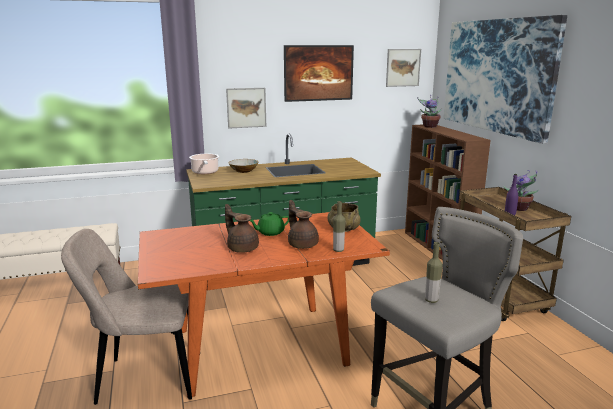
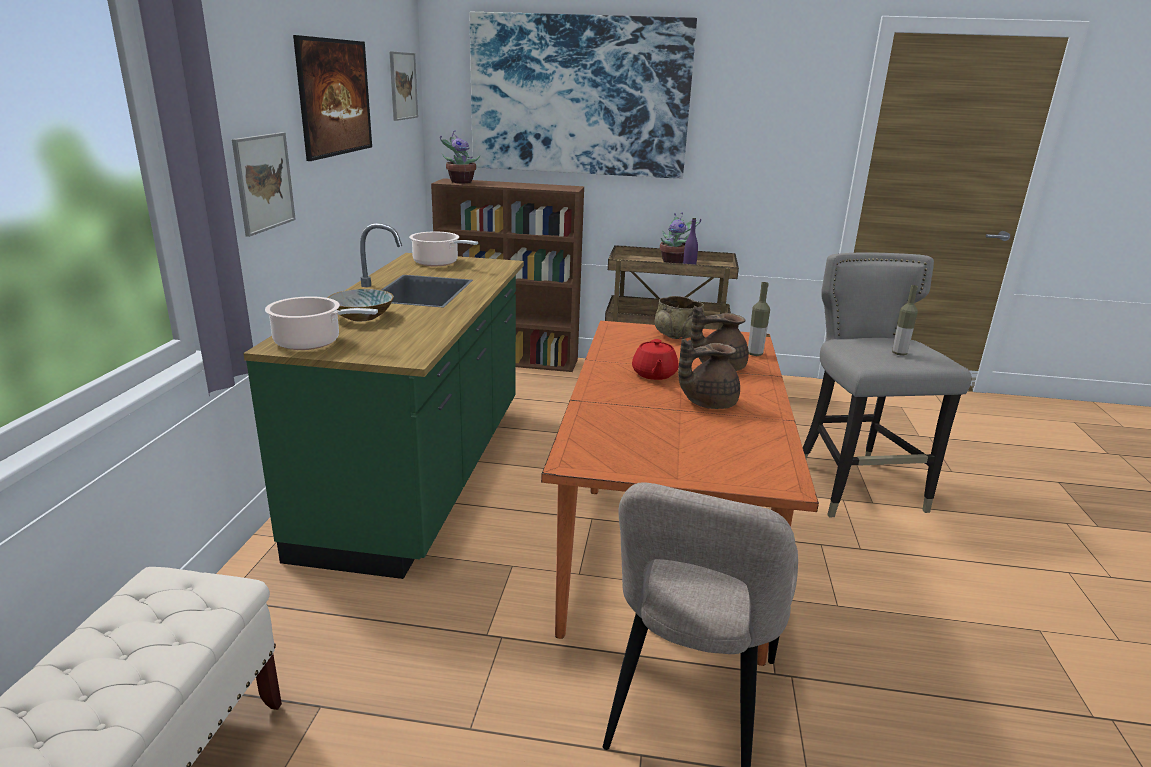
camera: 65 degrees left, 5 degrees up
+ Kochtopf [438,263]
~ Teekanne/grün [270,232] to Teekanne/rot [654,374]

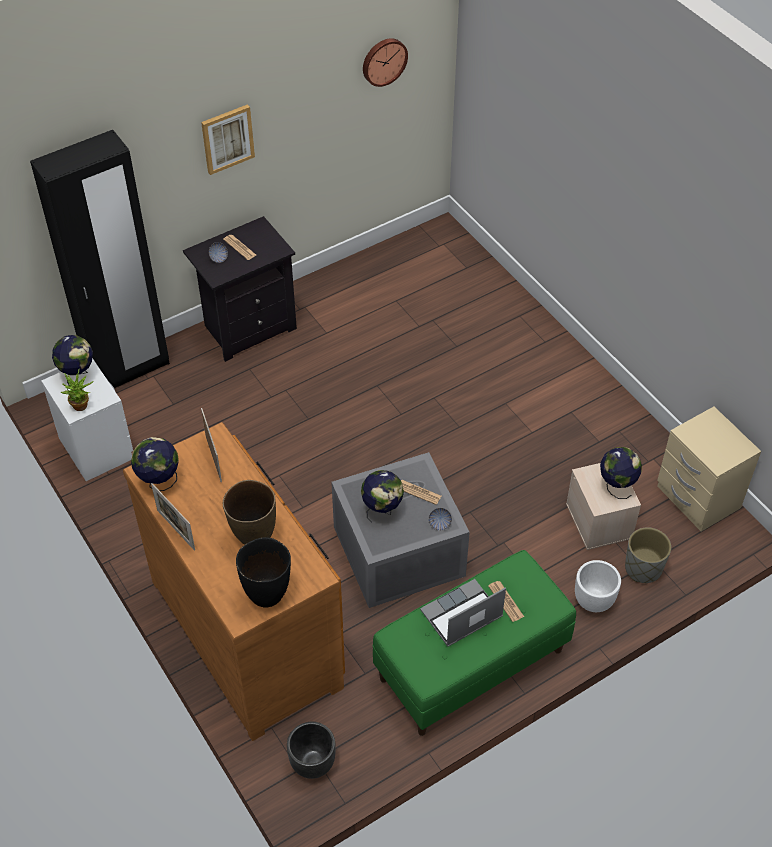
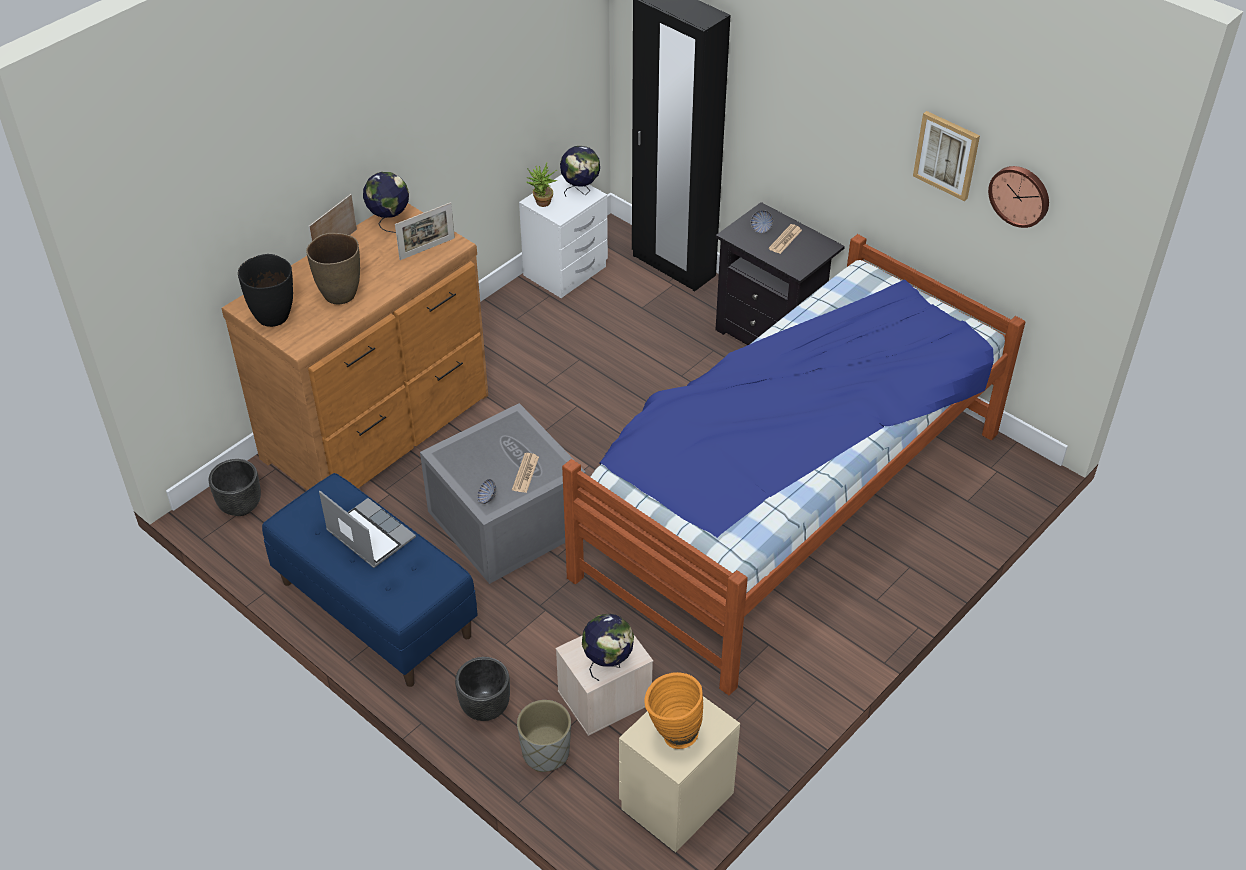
camera: 75 degrees right, 5 degrees down
~ Bank/grün [471,665] to Bank/blau [374,609]
~ Pflanzkübel/weiß [594,601] to Pflanzkübel/schwarz [484,708]
+ Bett [788,502]
+ Vase/orange [672,734]
~ Bild [227,138] to [947,155]
- Globus [382,510]
- Zeitung [506,601]

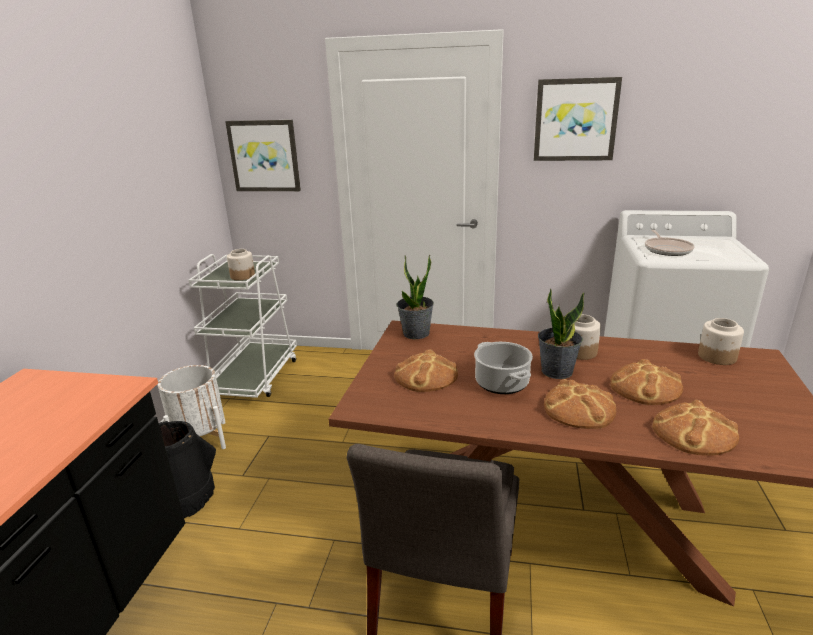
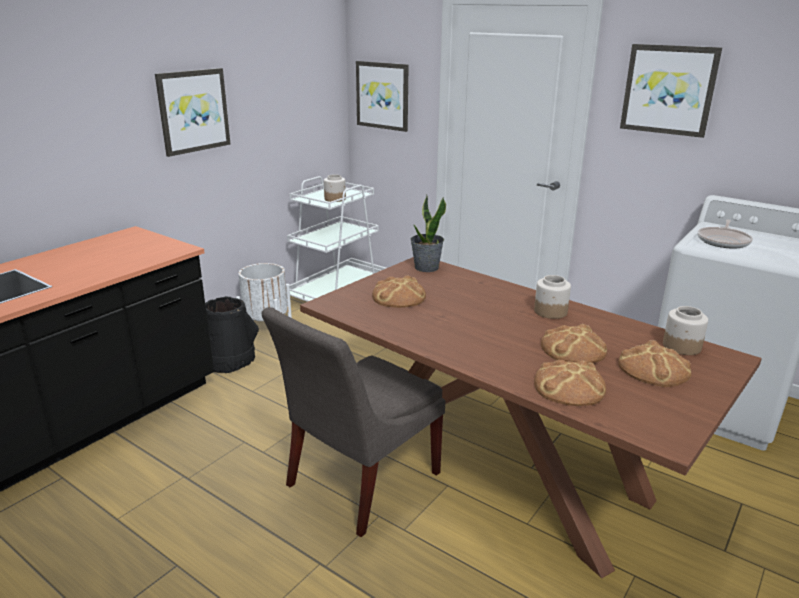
camera: 25 degrees right, 0 degrees up
+ Bild [193,111]
~ Brot [579,408] to [654,368]
- Kochtopf [501,383]
- Topfpflanze [556,371]

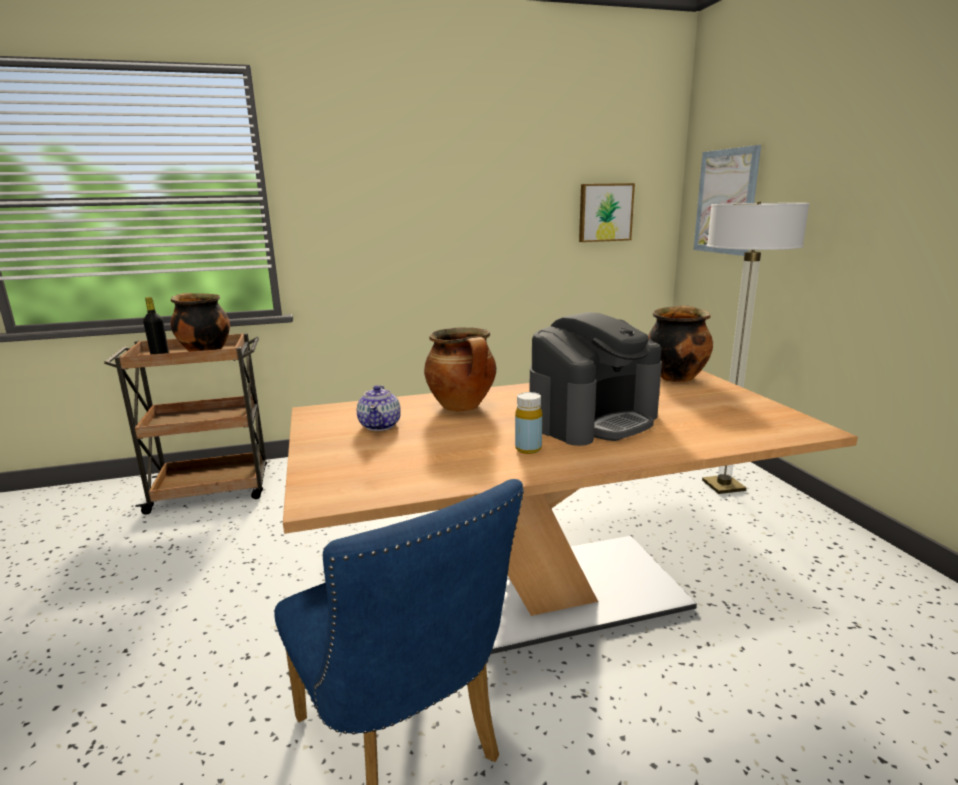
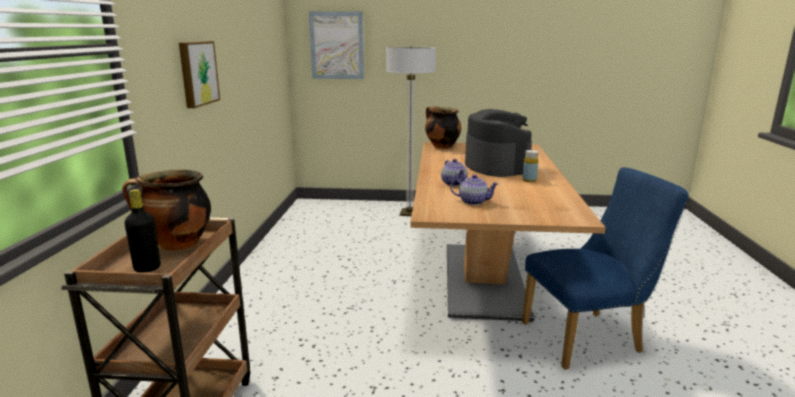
camera: 70 degrees left, 0 degrees up
~ Bild [605,212] to [197,73]
~ Kochtopf [463,407] to Teekanne [454,183]

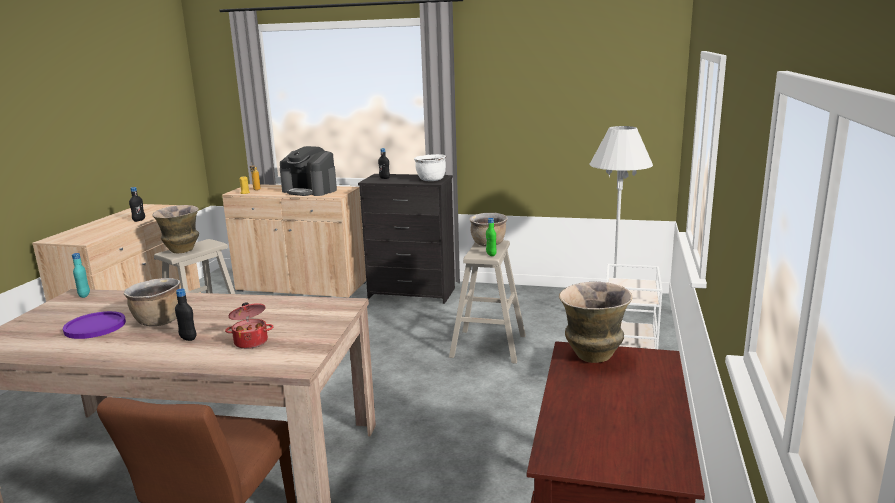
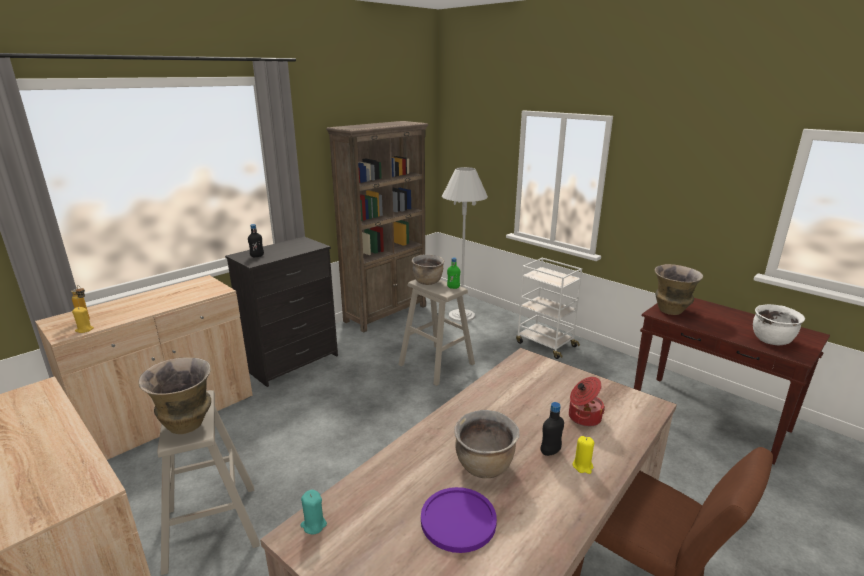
camera: 60 degrees left, 5 degrees up
~ Flasche/türkis [84,295] to Kerze/türkis [313,525]
+ Bücherregal/braun [386,313]
+ Kerze/gelb [582,466]
~ Kochtopf/weiß [431,180] to [771,341]
- Flasche/schwarz [139,220]
- Kaffeemaschine [310,190]

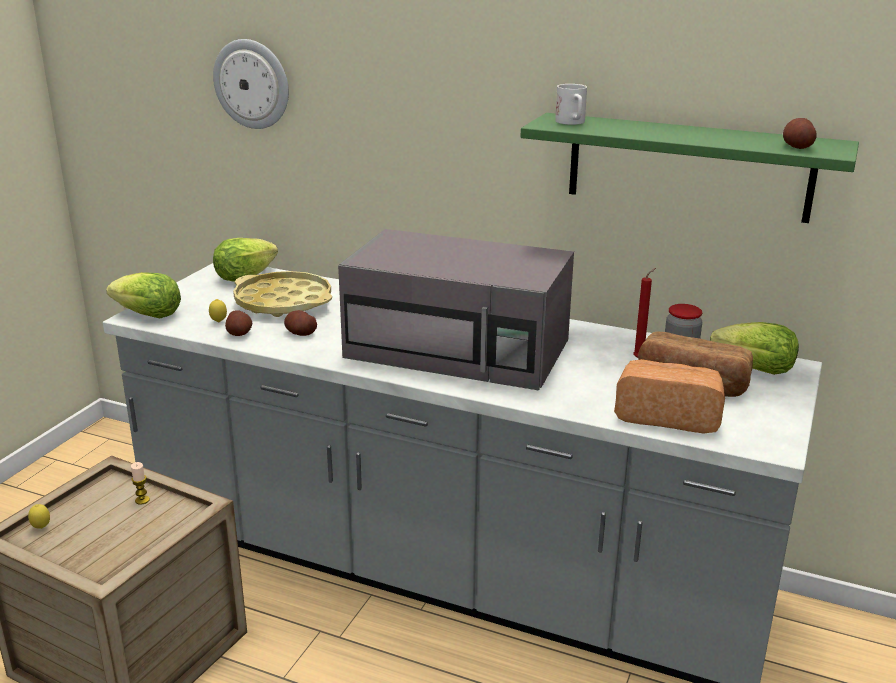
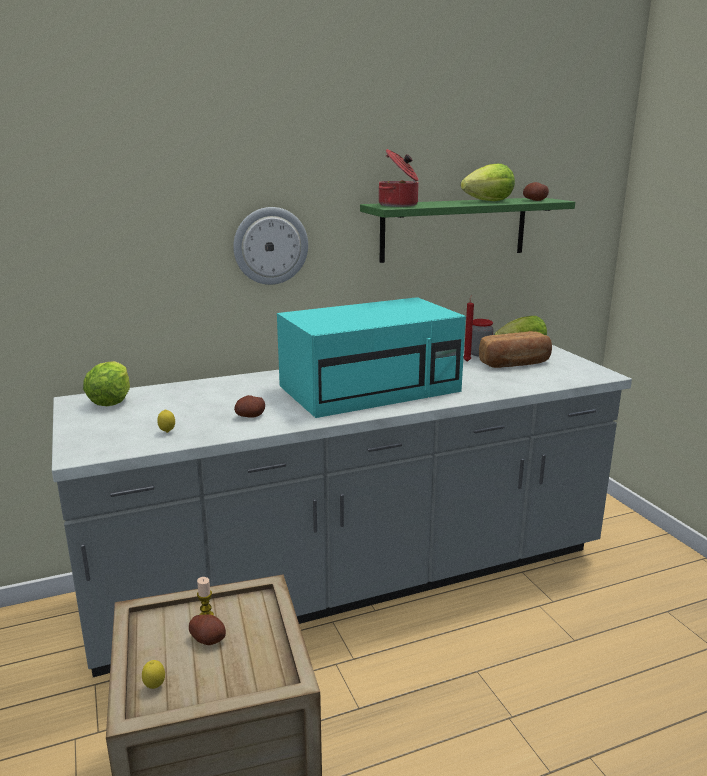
camera: 45 degrees left, 5 degrees down
~ Kartoffel [239,333] to [208,639]
~ Wanduhr [252,84] to [270,246]
~ Mikrowelle/grau [460,349] to Mikrowelle/türkis [372,388]
~ Henkelbecher/weiß [572,123] to Kochtopf [399,205]
~ Salatkopf [148,315] to [488,201]
- Tablett/gelb [283,302]
- Brot [667,415]

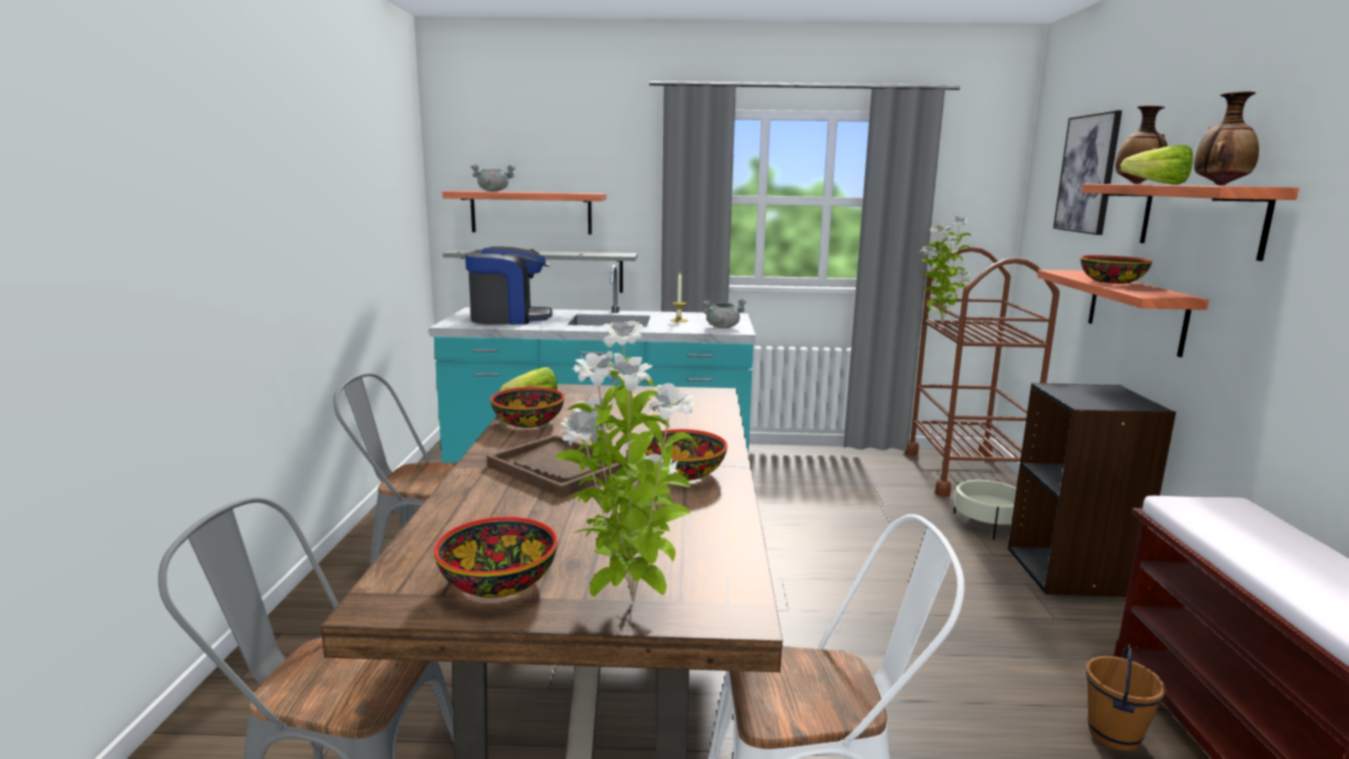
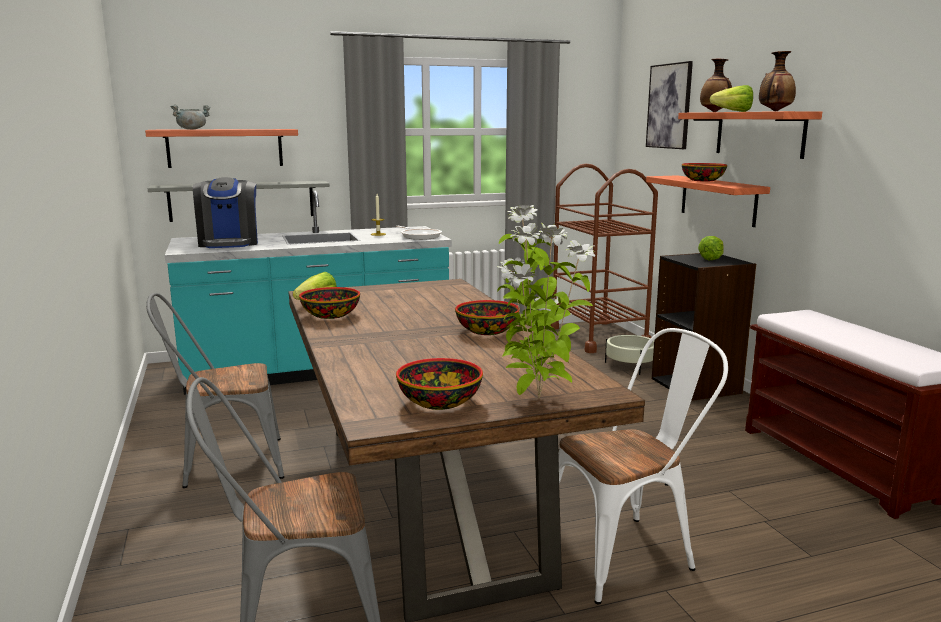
camera: 20 degrees left, 0 degrees up
~ Kaffeemaschine [509,318] = [229,243] 105 degrees clockwise
~ Kochtopf/grau [723,327] to Pfanne [419,236]
+ Salatkopf [714,258]
- Tablett/braun [559,468]
- Topfpflanze [940,322]
- Eimer/braun [1112,734]

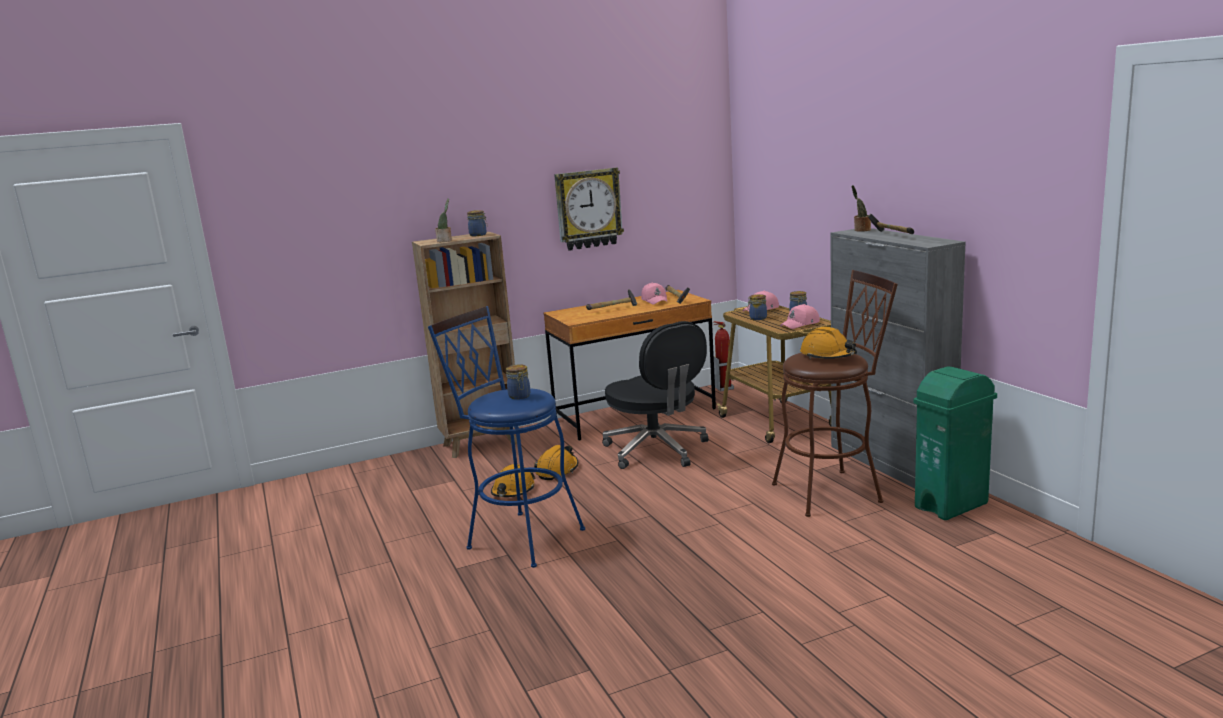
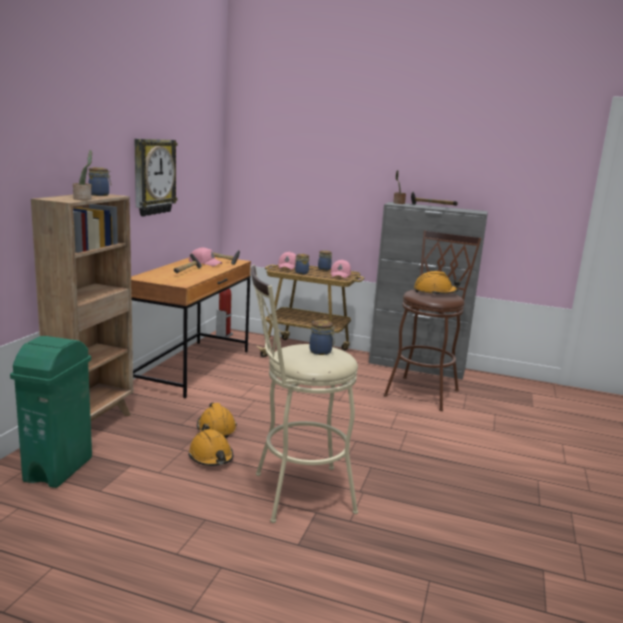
camera: 50 degrees left, 0 degrees up
~ Mülleimer/grün [952,505] to [59,469]
~ Hocker/blau [518,536] to Hocker/beige [294,493]
- Bürostuhl/schwarz [657,450]

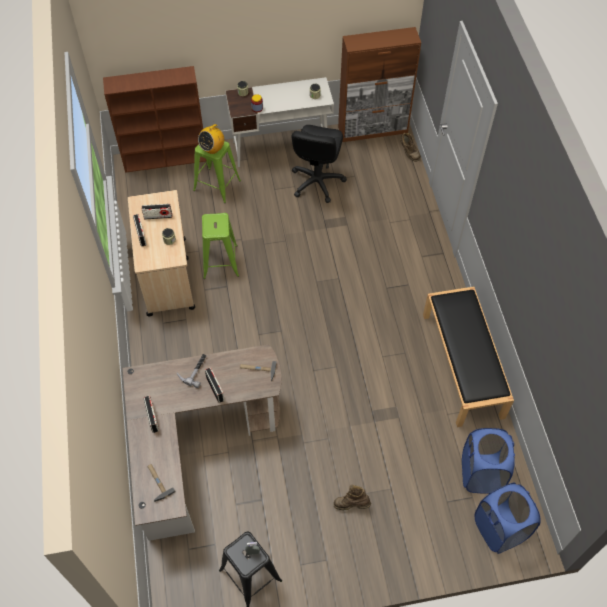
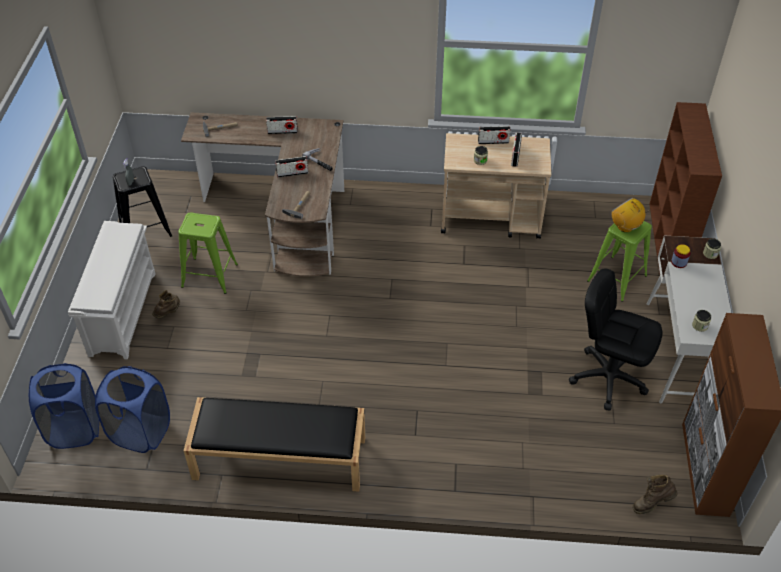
camera: 105 degrees right, 10 degrees down
+ Schuhregal/weiß [122,312]
~ Hocker/grün [220,262] to [209,275]

